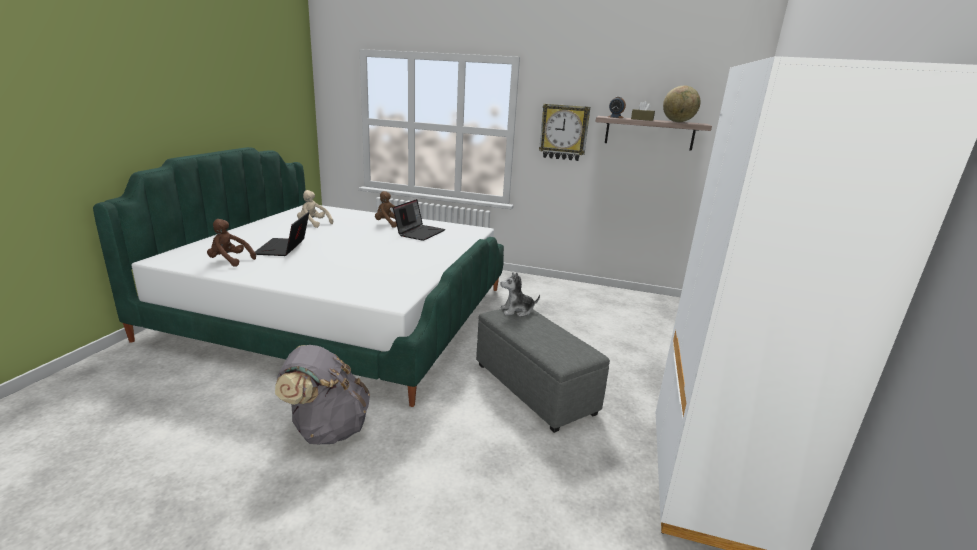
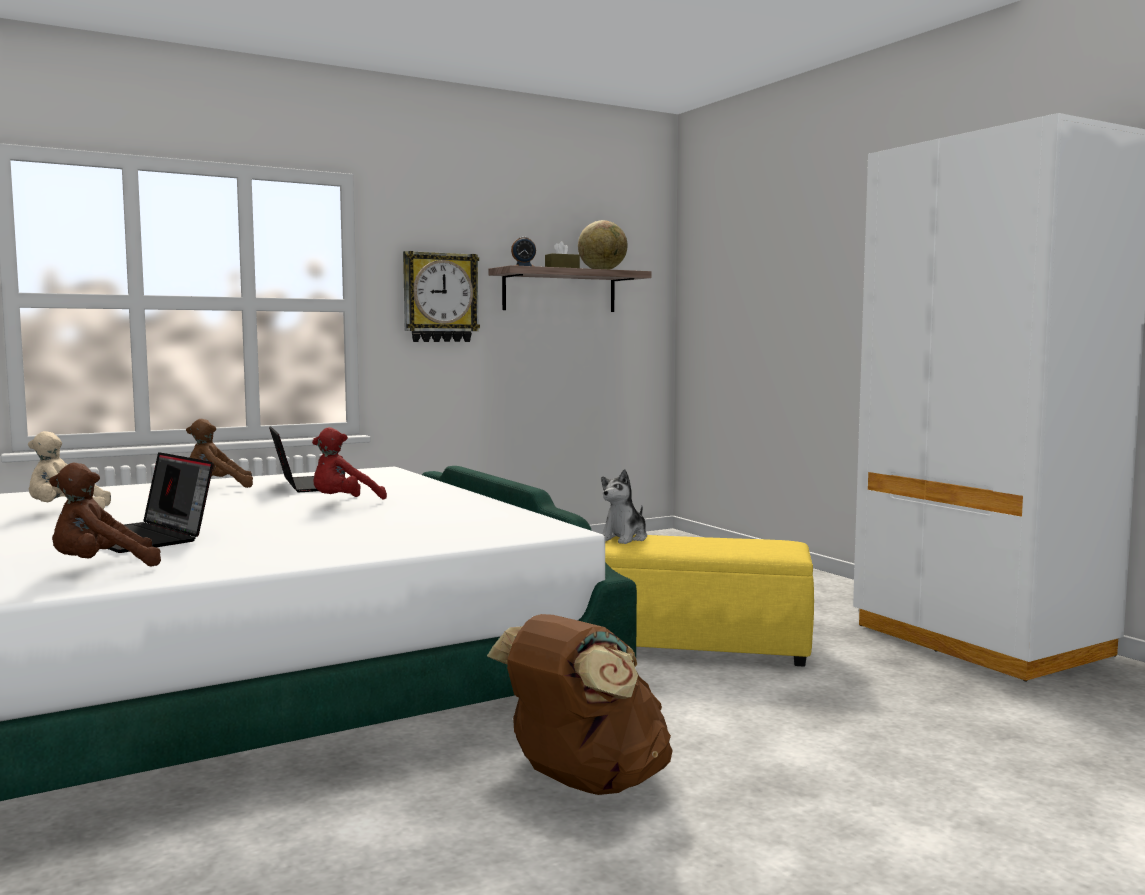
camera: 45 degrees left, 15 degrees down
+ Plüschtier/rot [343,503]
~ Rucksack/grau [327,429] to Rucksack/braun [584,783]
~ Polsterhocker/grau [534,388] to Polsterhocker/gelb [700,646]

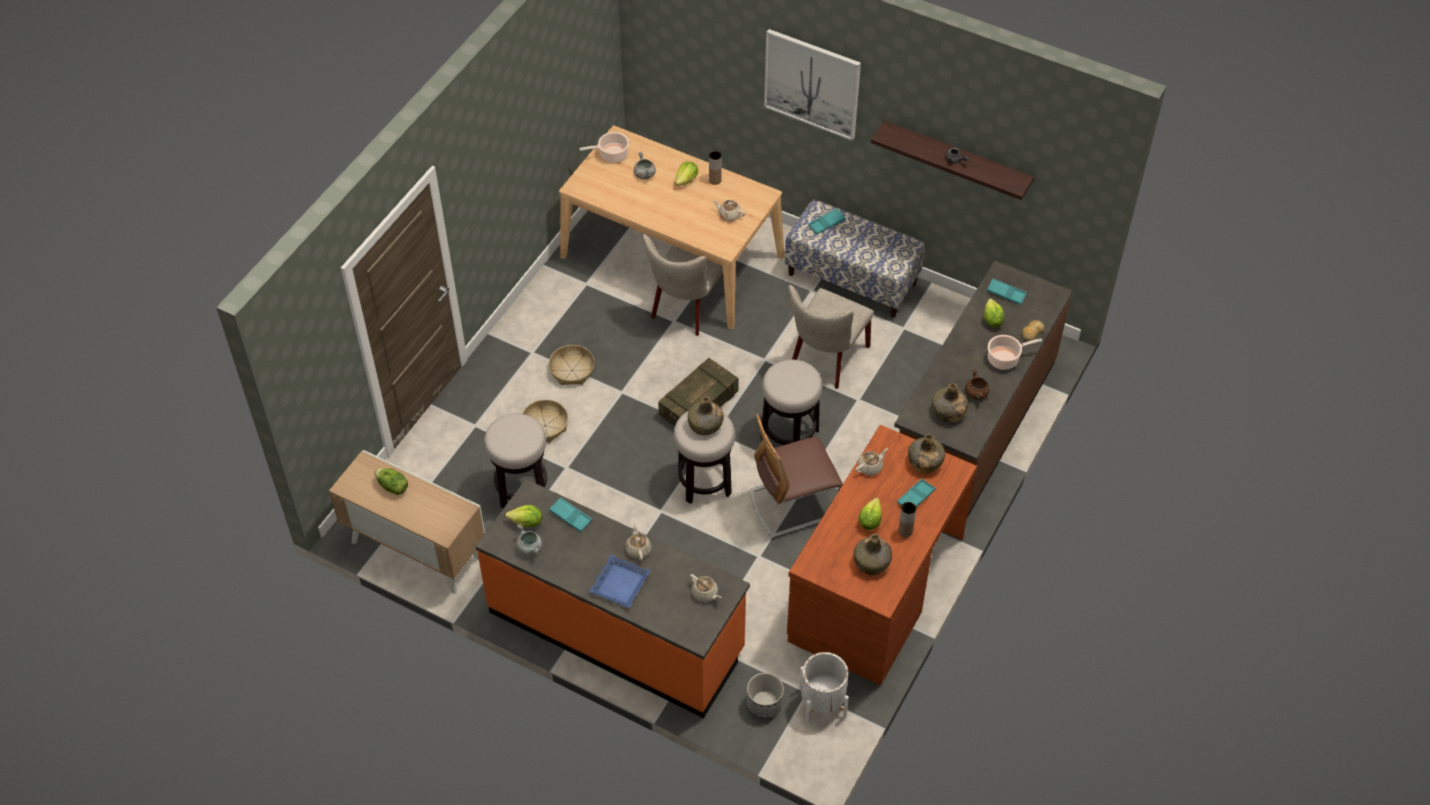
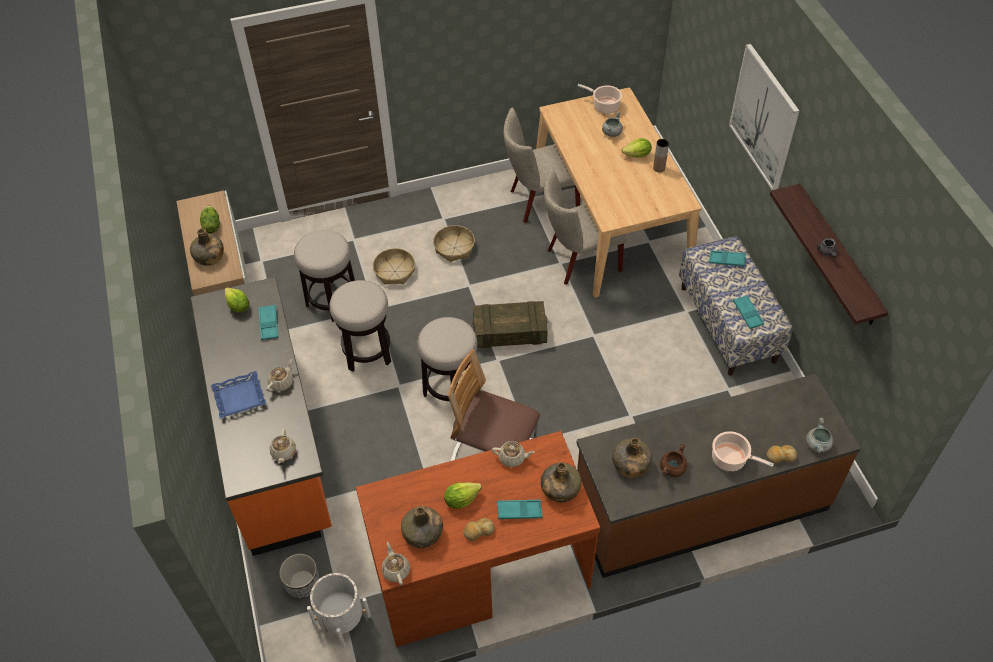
camera: 45 degrees right, 0 degrees up
~ Flasche/grün [705,425] to [209,257]
~ Hocker [789,434] to [367,351]
~ Teekanne/beige [729,215] to [396,570]
~ Vase/braun [905,531] to Brot [478,531]
~ Stuhl/beige [826,360] to [539,201]
~ Tablett/türkis [1006,293] to [747,314]
~ Kochtopf/grau [530,548] to [818,445]
- Salatkopf [992,320]

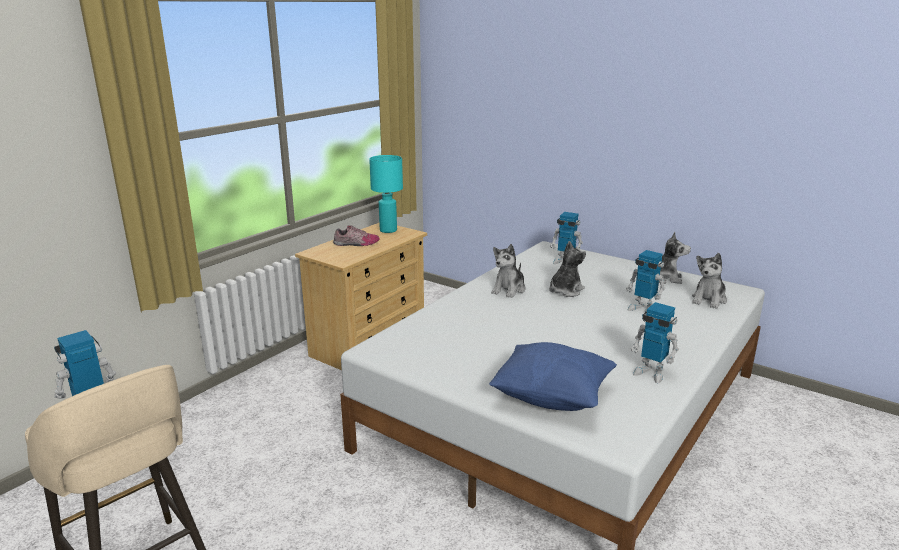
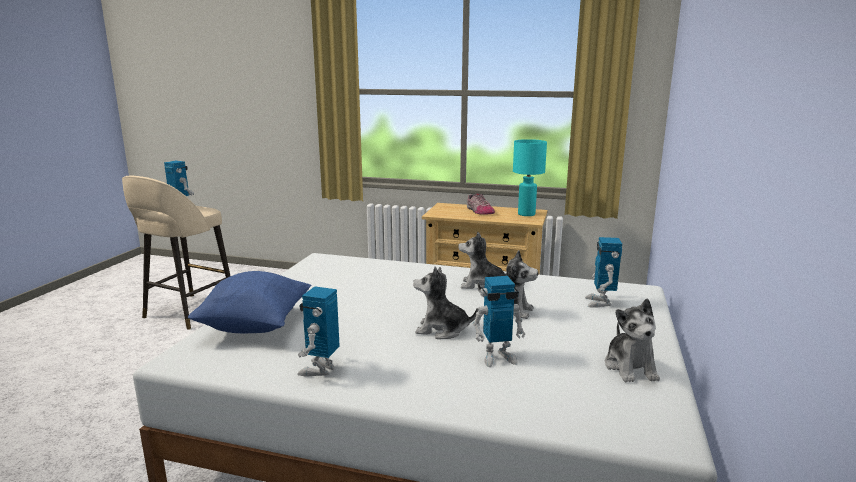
camera: 70 degrees right, 5 degrees down
~ Plüschtier [709,300] to [442,330]
~ Spielzeugroboter [642,309] = [497,357] 120 degrees counterclockwise

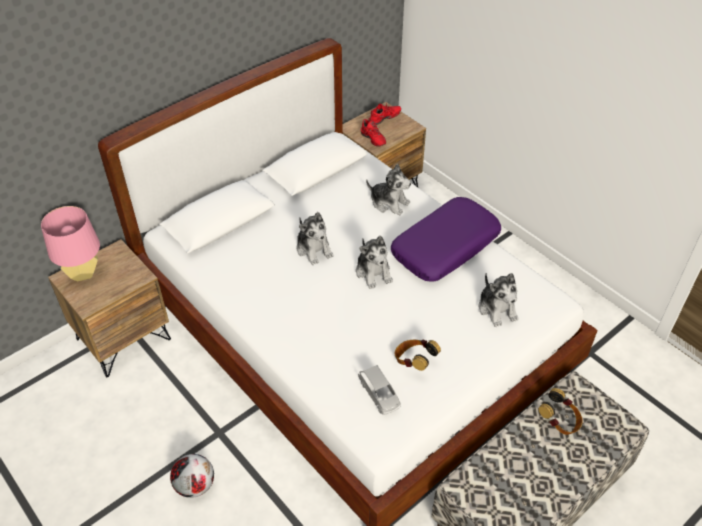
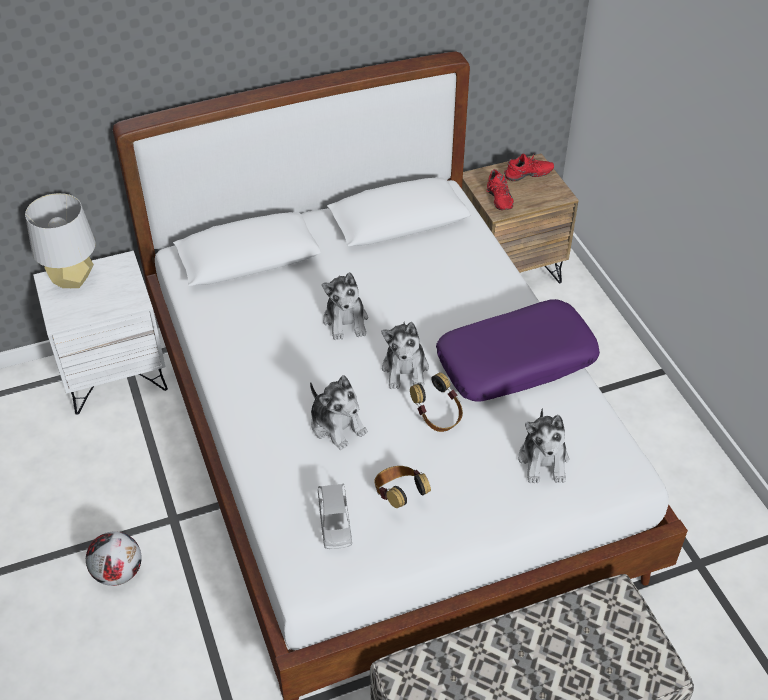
camera: 20 degrees right, 0 degrees up
~ Tischlampe/rosa [83,273] to Tischlampe/grau [73,280]
~ Nachttisch/braun [123,338] to Nachttisch/weiß [114,374]
~ Plüschtier [389,203] to [337,425]
~ Kopfhörer [559,421] to [437,417]

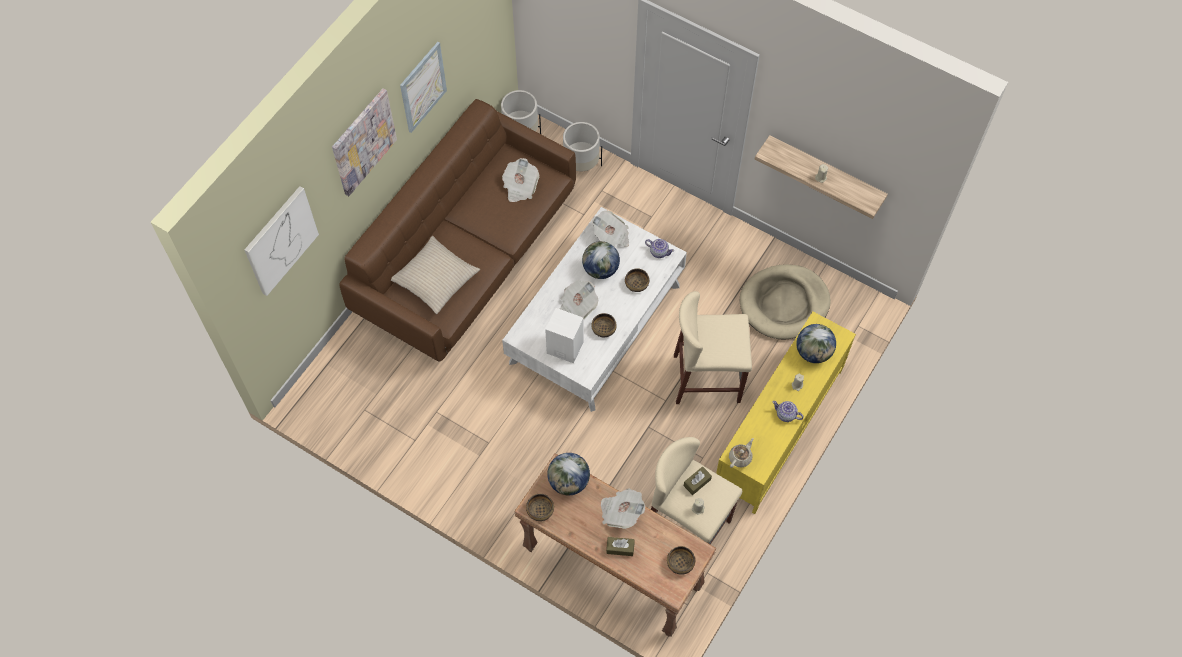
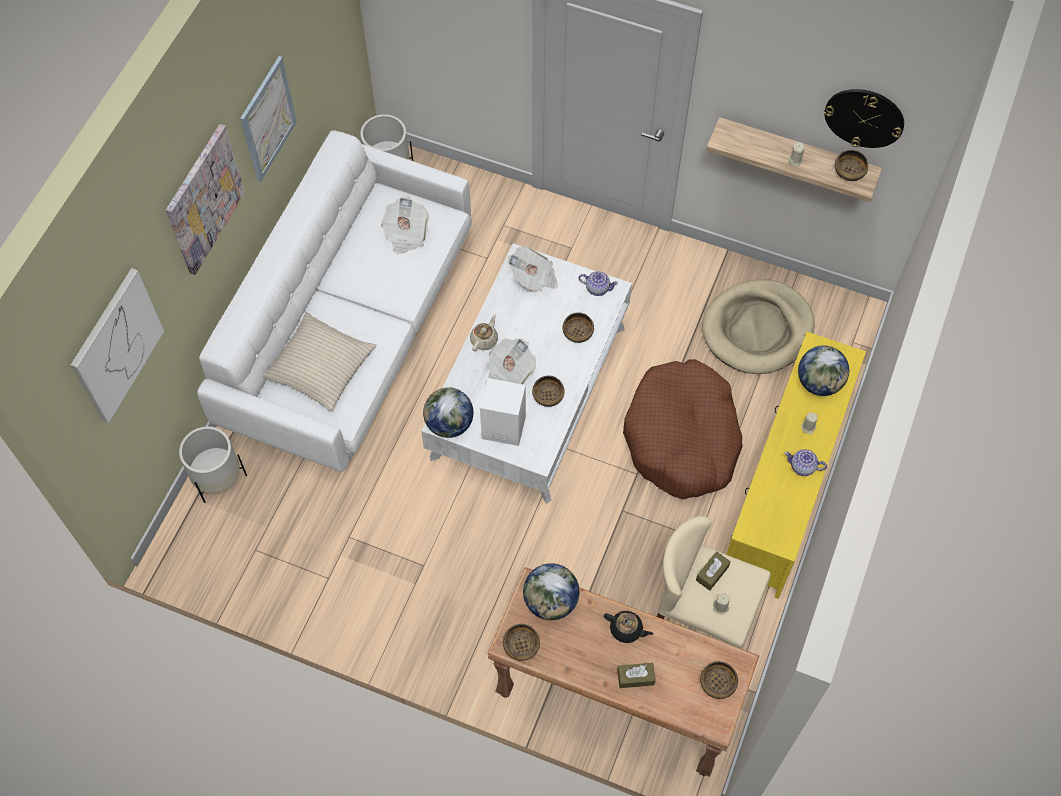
camera: 10 degrees left, 0 degrees up
~ Pflanzkübel/weiß [581,165] to [218,478]
~ Sofa/braun [468,256] to Sofa/weiß [351,332]
~ Globus [600,269] to [449,424]
~ Teekanne/beige [740,457] to [484,339]
~ Zeitung [621,512] to Teekanne/schwarz [626,630]
~ Hocker/beige [707,379] to Hundebett/braun [682,438]
+ Wanduhr [864,117]
+ Schüssel [849,171]

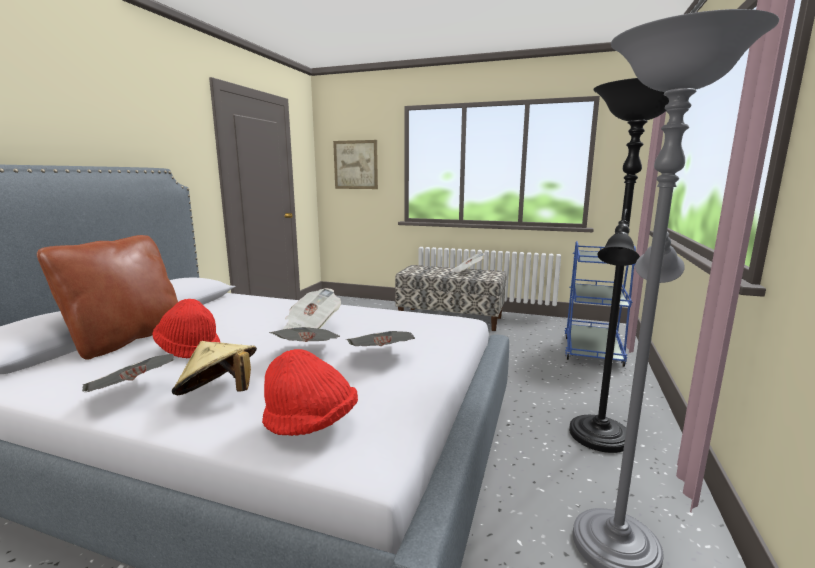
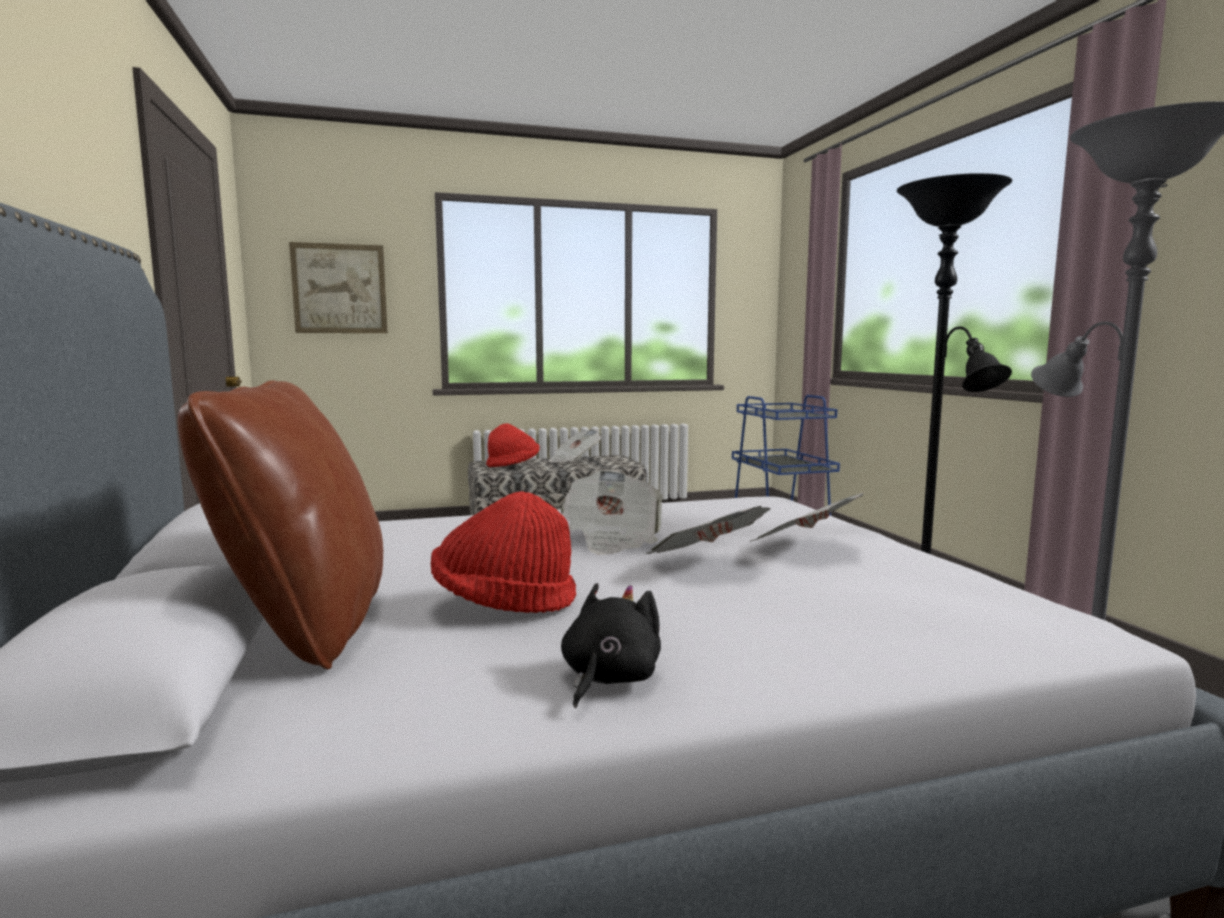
camera: 35 degrees left, 5 degrees down
~ Hut/rot [310,424] to [513,465]
~ Zeitung [133,394] to Plüschtier/schwarz [608,678]
- Hut/beige [219,394]

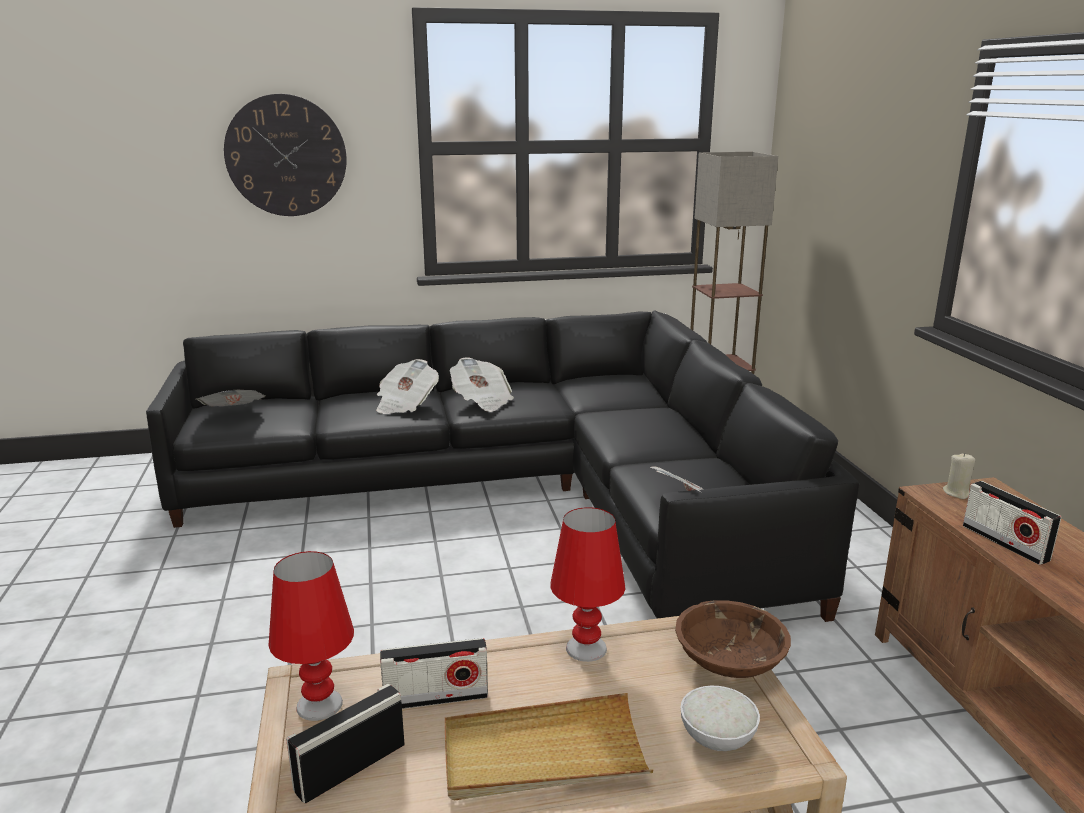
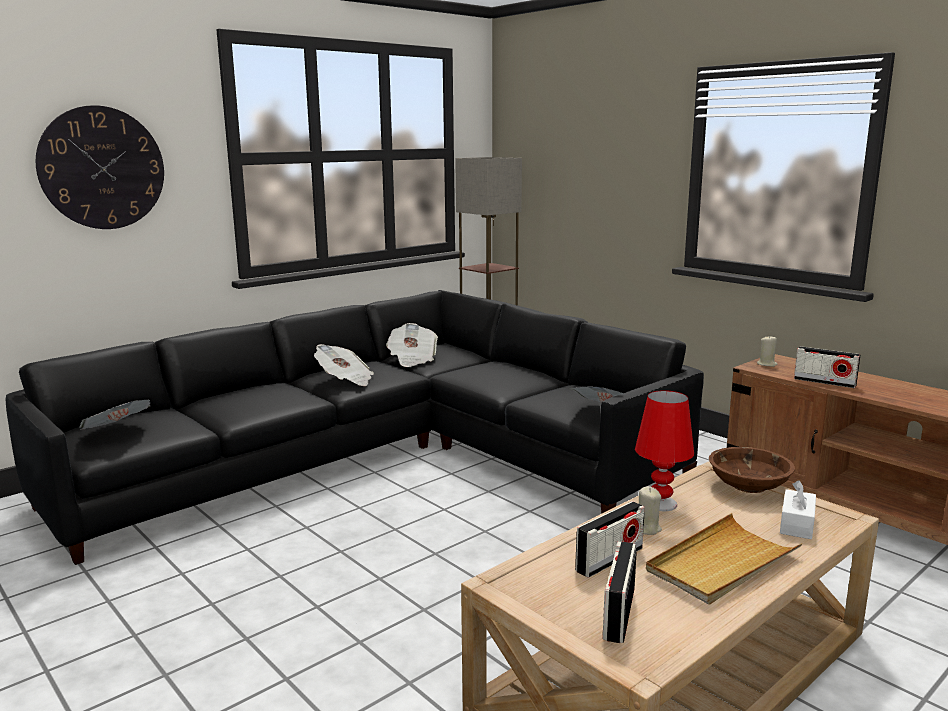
camera: 30 degrees left, 5 degrees down
~ Zeitung [405,404] to [412,359]
+ Kerze/beige [647,529]
~ Schüssel/weiß [717,739] to Taschentuchbox/weiß [797,524]
- Tischlampe/rot [320,704]

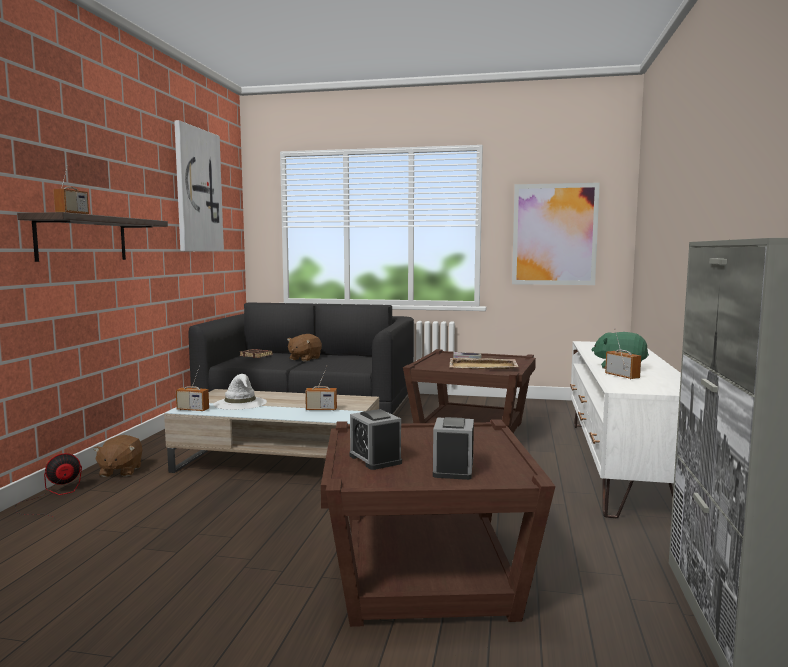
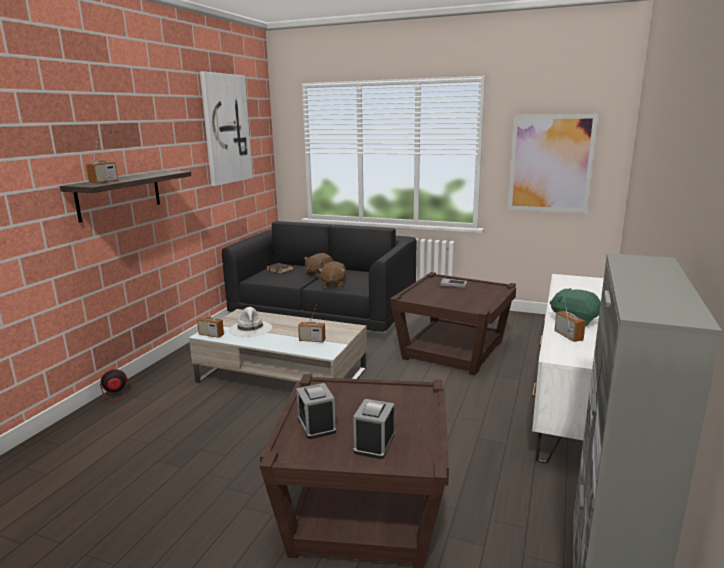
camera: 10 degrees right, 10 degrees up
~ Plüschtier/braun [120,471] to [333,285]
- Tablett/beige [483,366]

